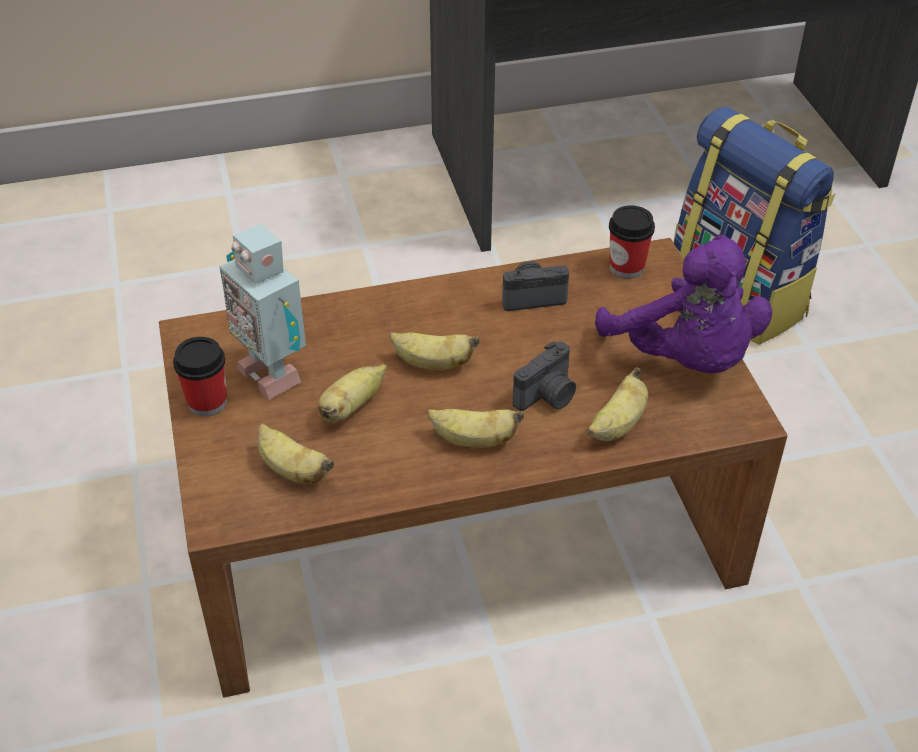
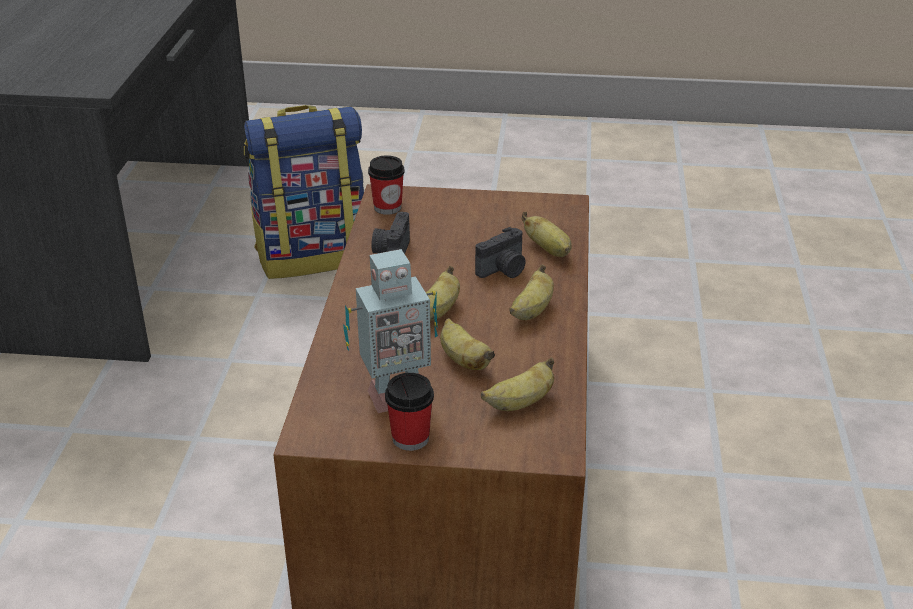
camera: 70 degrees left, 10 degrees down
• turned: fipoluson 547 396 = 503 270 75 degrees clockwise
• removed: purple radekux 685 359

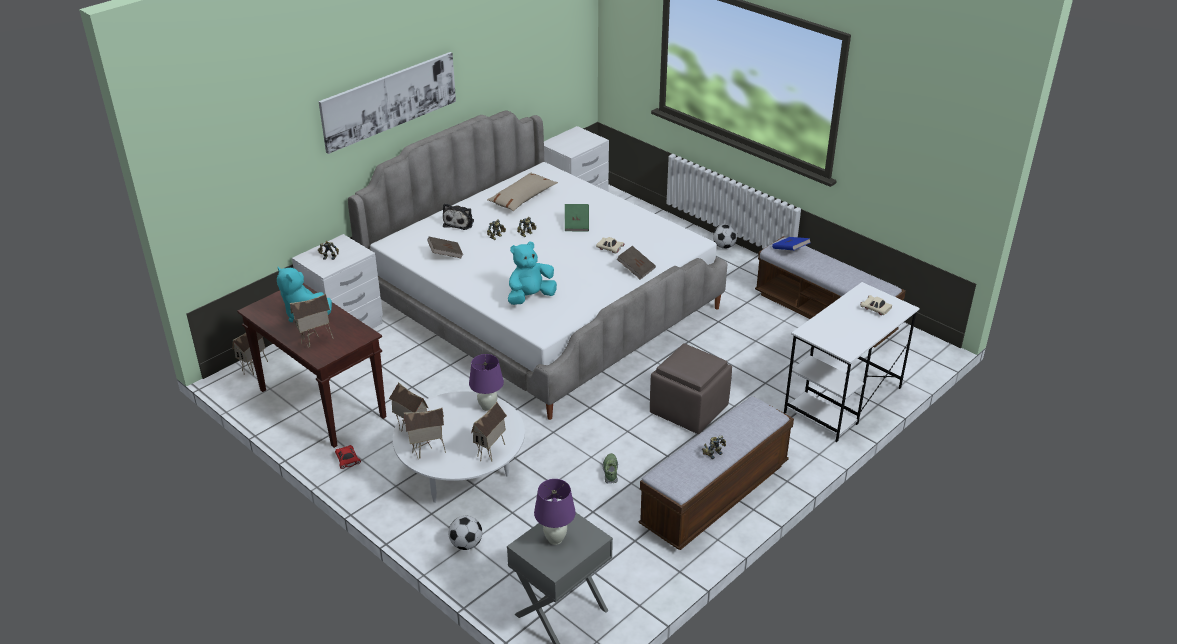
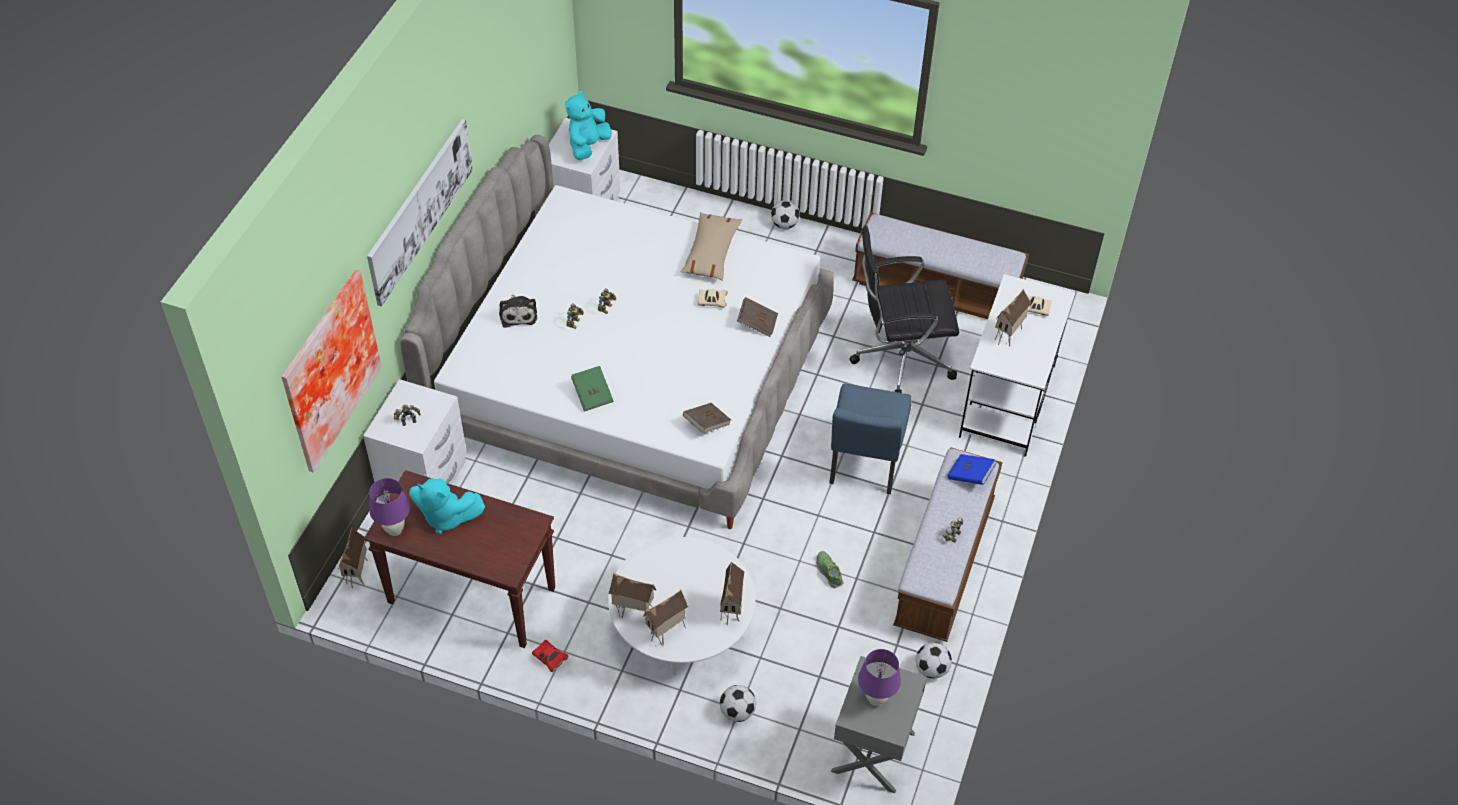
camera: 25 degrees left, 15 degrees up
• added: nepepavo 327 369
• moved: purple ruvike 488 407 to 395 530
• moved: turquoise radekux 530 297 to 588 146
• moved: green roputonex 576 224 to 592 395
• moved: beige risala 522 198 to 711 252
• moved: brown roputonex 445 254 to 706 424
• replaced: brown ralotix 688 410 to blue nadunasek 864 466
• added: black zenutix 900 358
• added: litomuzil 931 669
• moved: blue roputonex 790 250 to 970 476
• moved: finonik 316 341 to 1008 337

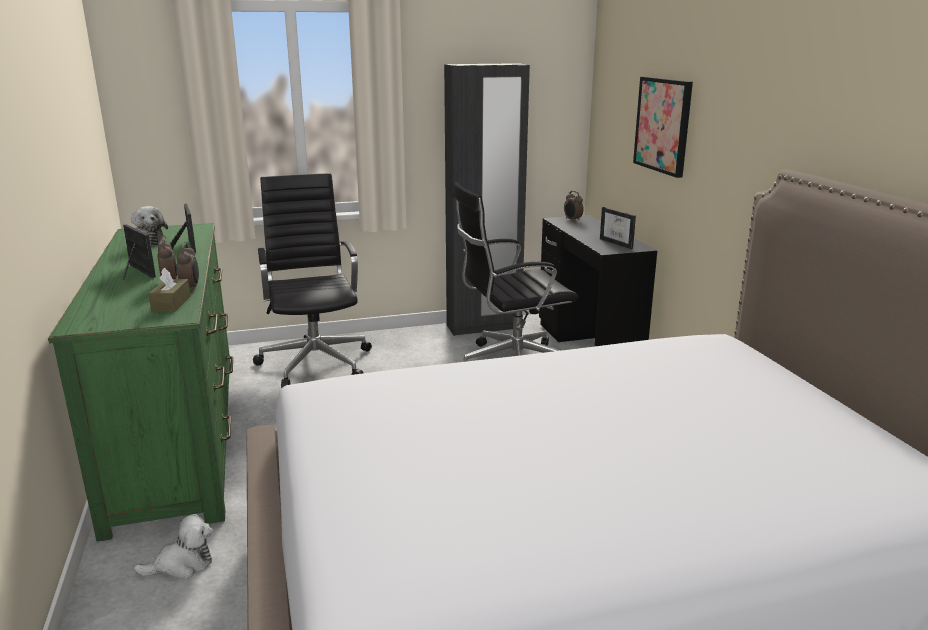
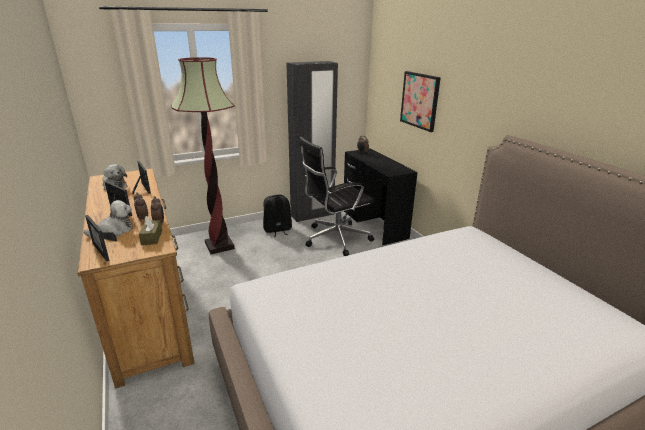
camera: 10 degrees left, 5 degrees up
• recoloured: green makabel 177 436 to brown makabel 147 306
• moved: radekux 182 564 to 114 230
• moved: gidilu 620 243 to 106 250
• replaced: black zenutix 315 362 to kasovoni 219 246
• added: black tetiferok 277 230

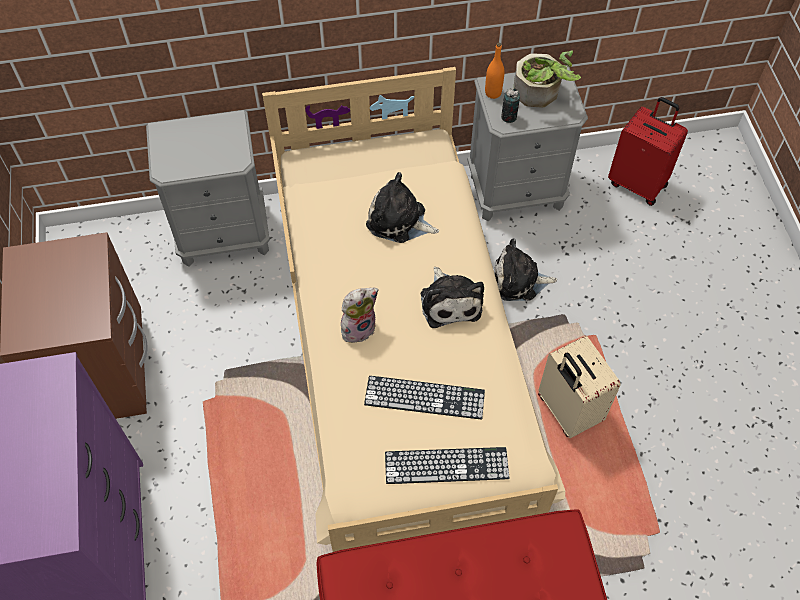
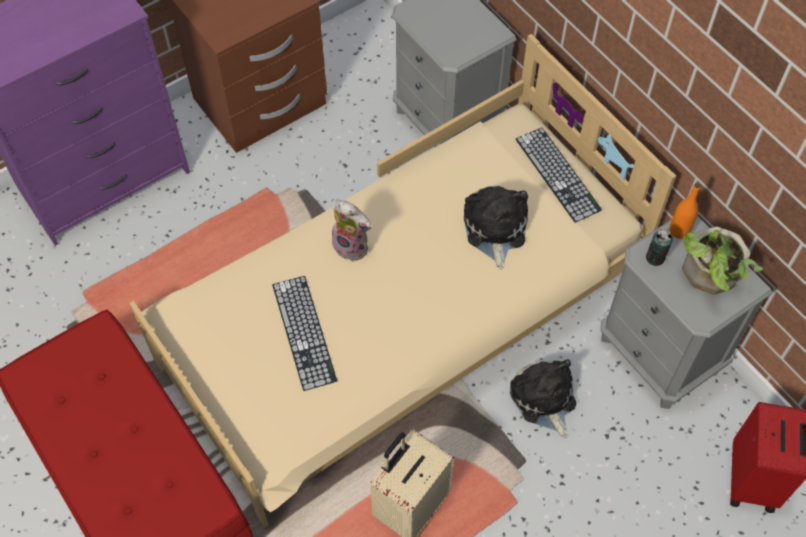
camera: 65 degrees right, 0 degrees up
• moved: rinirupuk 446 465 to 558 174
• removed: radekux 450 301

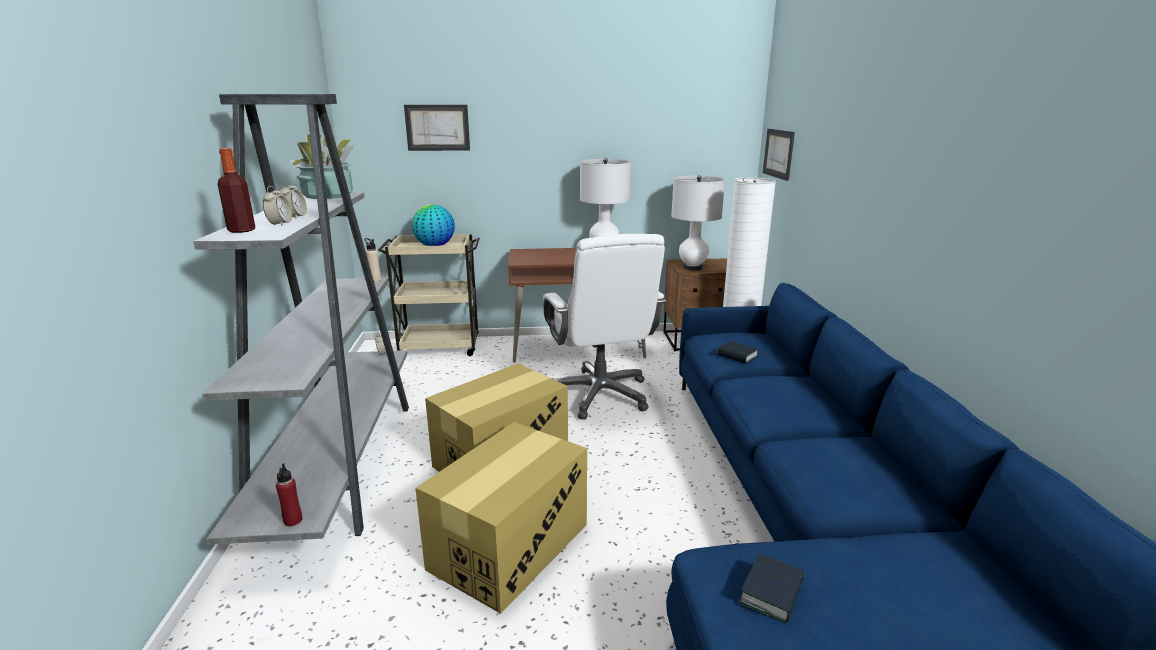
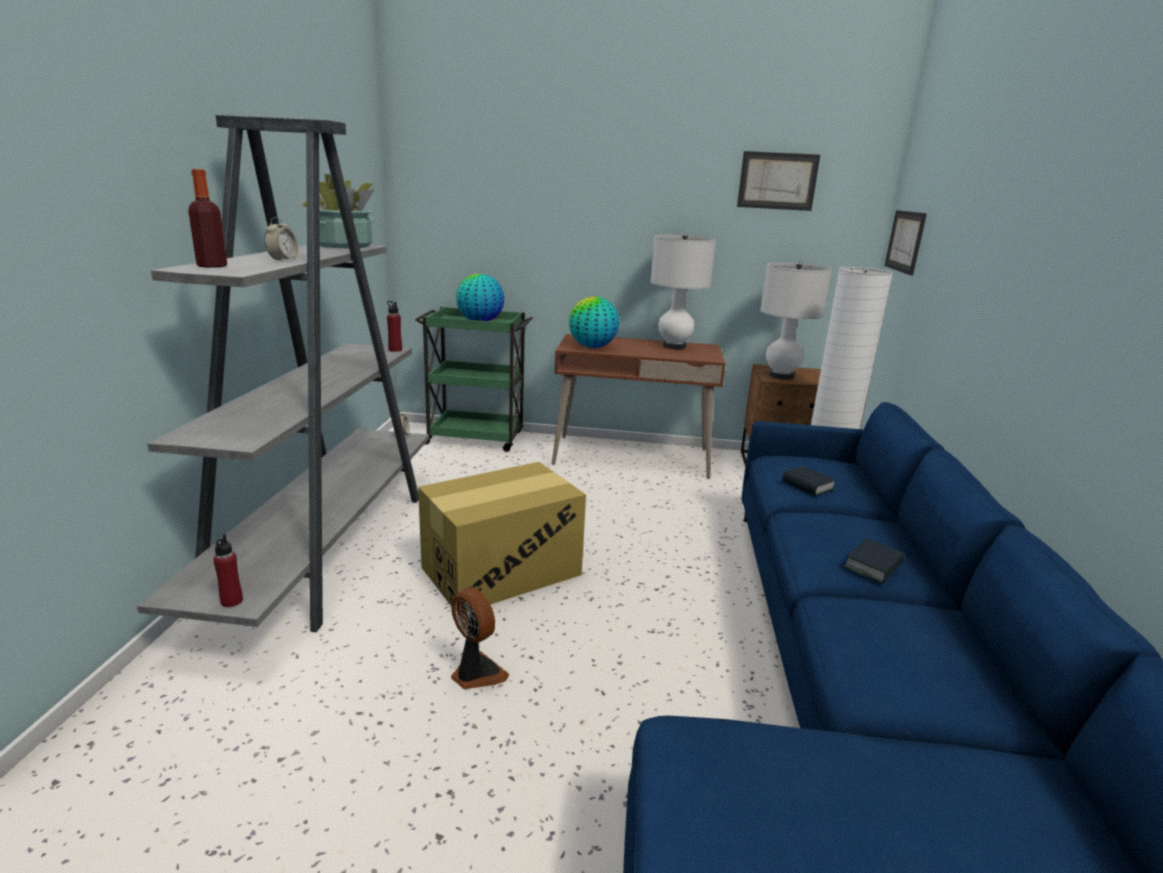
camera: 10 degrees right, 0 degrees up
• recoloured: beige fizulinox 375 280 to red fizulinox 395 350
• recoloured: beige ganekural 440 347 to green ganekural 476 438
• replaced: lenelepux 509 546 to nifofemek 476 673
• added: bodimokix 592 347
• moved: nepepavo 437 127 to 777 181
• moved: roputonex 772 593 to 873 566
• removed: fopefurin 280 224
• removed: white zenutix 600 394

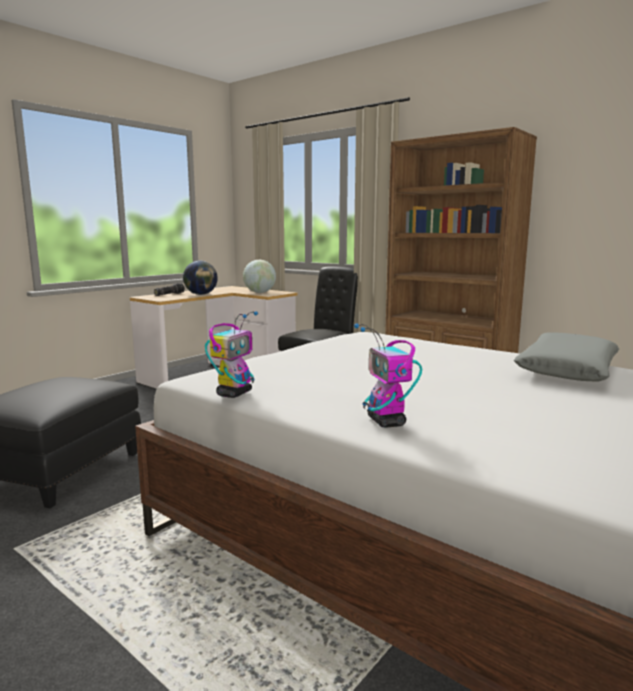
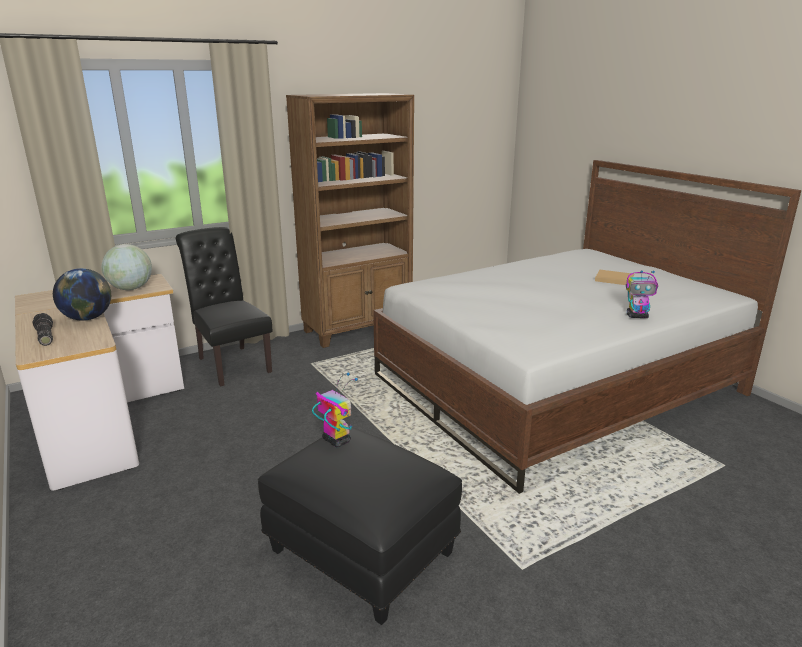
camera: 70 degrees left, 10 degrees up
• moved: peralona 234 393 to 336 440
• added: beige roputonex 613 279
• removed: grey risala 567 370

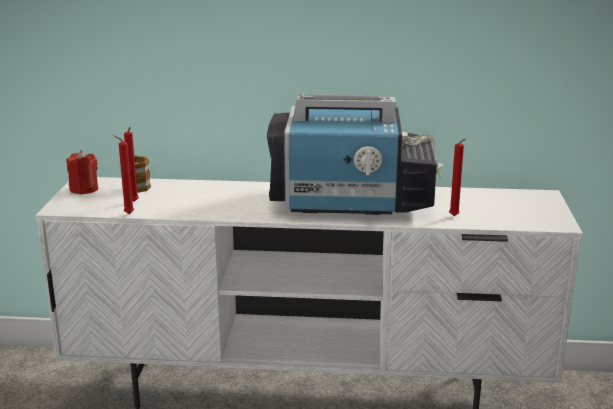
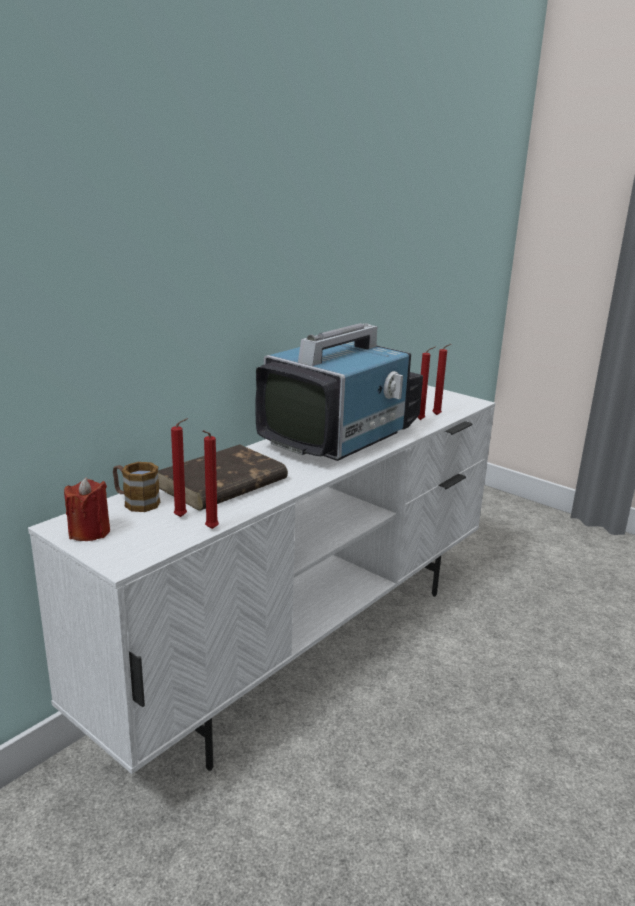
camera: 55 degrees left, 0 degrees up
• added: brown roputonex 221 484
• added: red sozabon 438 415

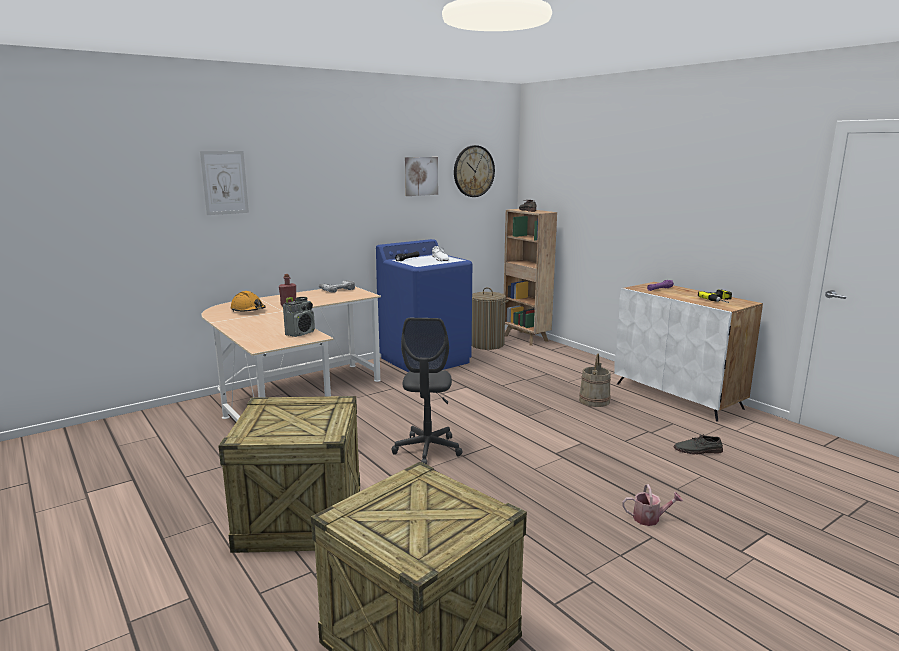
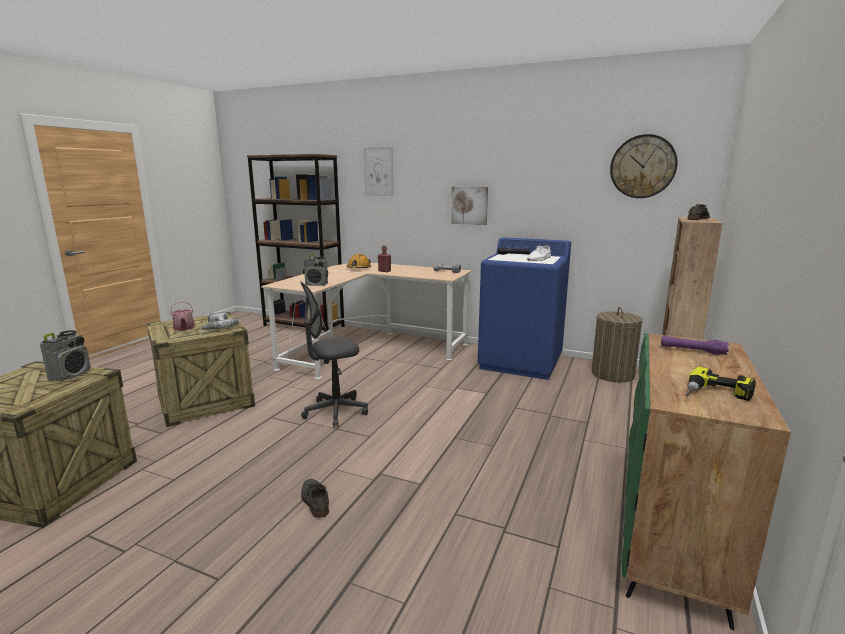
camera: 60 degrees right, 0 degrees up
• added: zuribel 71 375
• moved: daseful 650 518 to 184 328
• added: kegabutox 216 326
• added: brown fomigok 304 326
• moved: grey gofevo 698 450 to 314 500
• moved: nepepavo 420 176 to 469 205
• recoloured: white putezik 678 396 to green putezik 673 536
• removed: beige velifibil 594 401

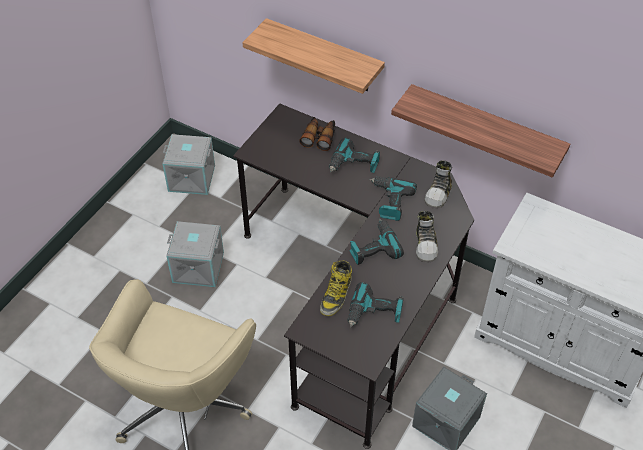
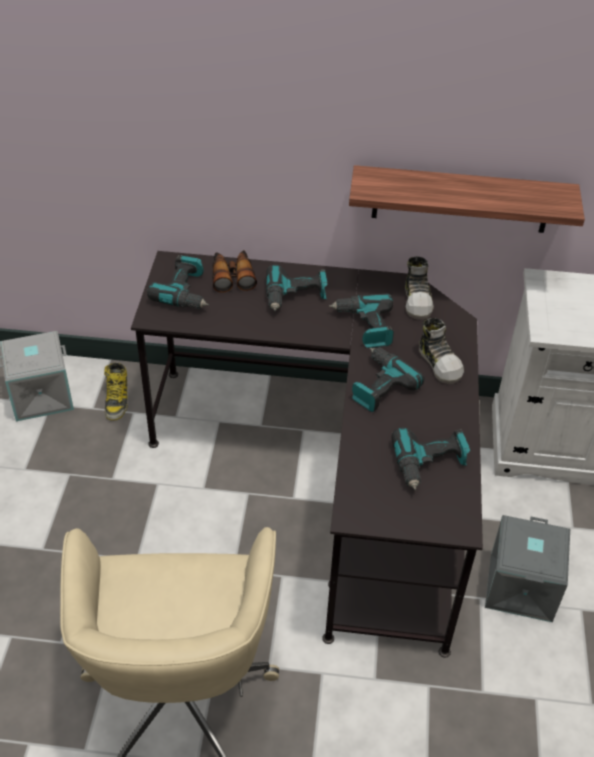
camera: 25 degrees left, 5 degrees down
• moved: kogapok 336 294 to 117 399
• added: kegabutox 185 292
• removed: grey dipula 199 266
• removed: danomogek 324 56

